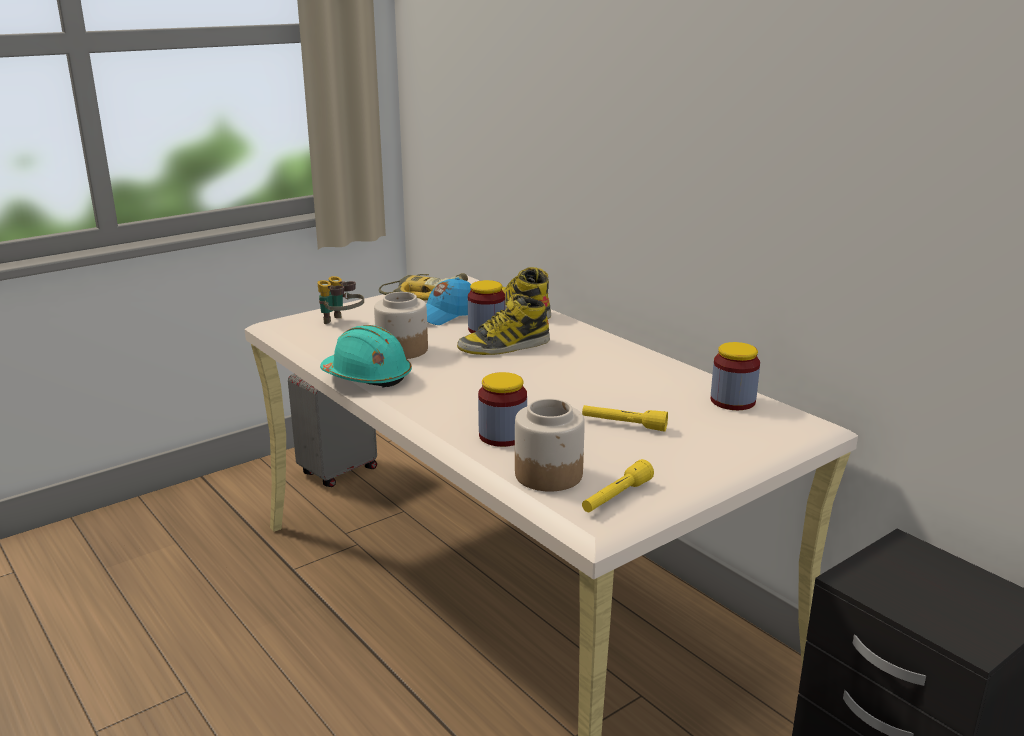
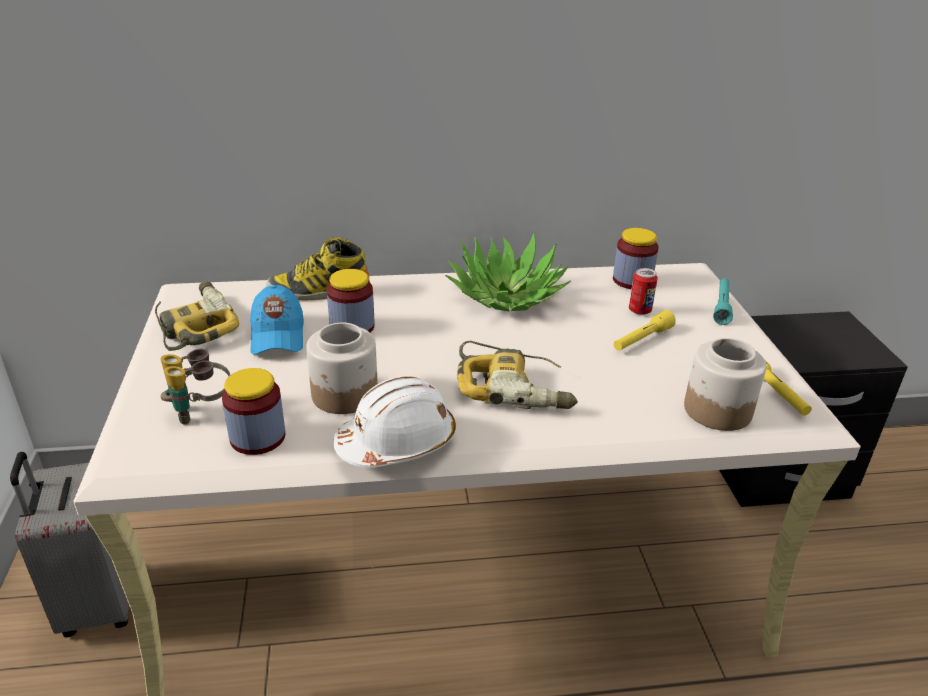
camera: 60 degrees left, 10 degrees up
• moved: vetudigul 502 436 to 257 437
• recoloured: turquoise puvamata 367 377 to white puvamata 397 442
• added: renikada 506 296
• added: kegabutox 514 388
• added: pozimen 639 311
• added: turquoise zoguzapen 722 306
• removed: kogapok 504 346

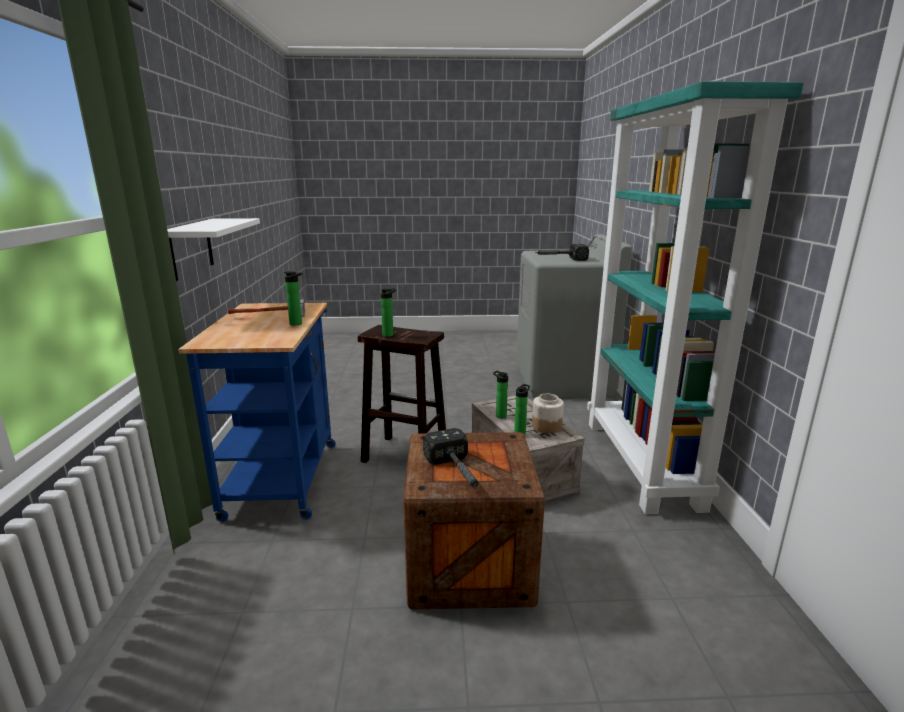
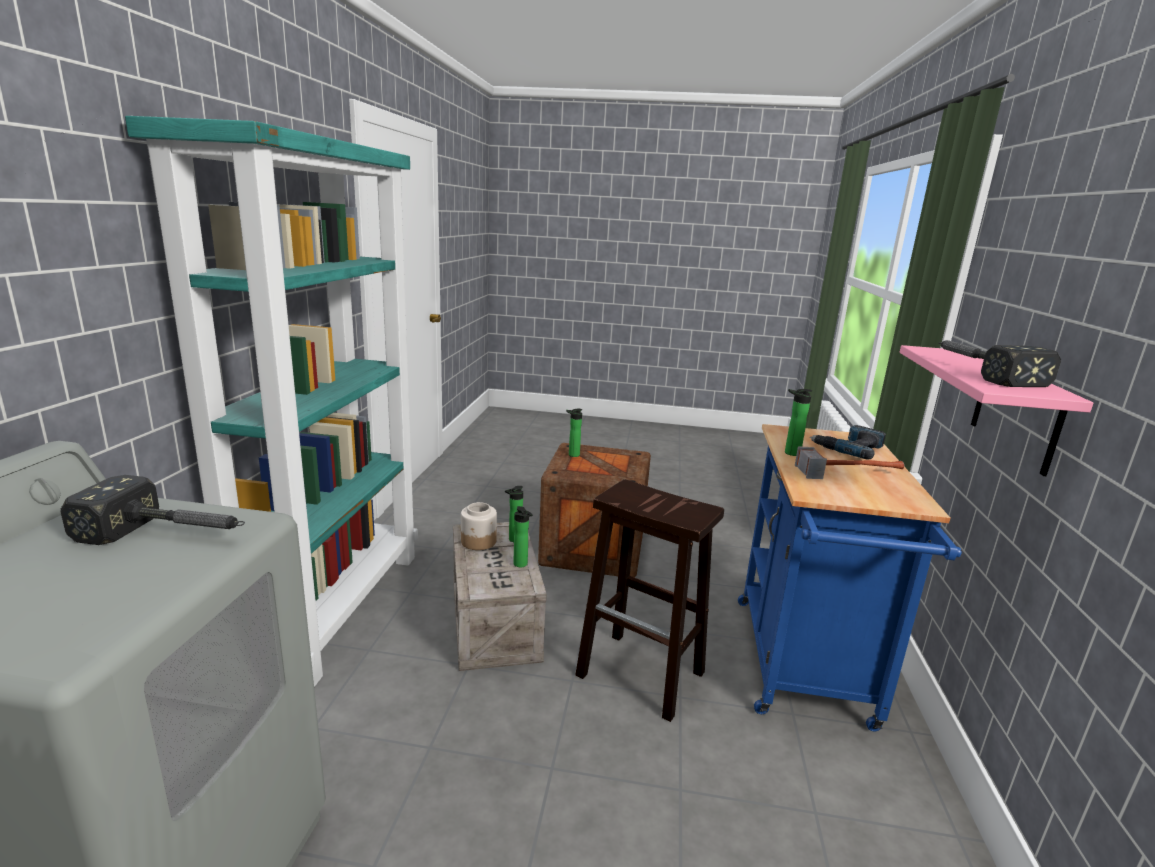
camera: 170 degrees left, 0 degrees up
• moved: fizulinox 389 335 to 572 455
• added: kegabutox 849 448
• recoloured: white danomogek 191 248 to pink danomogek 1016 410
• moved: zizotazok 457 473 to 978 371

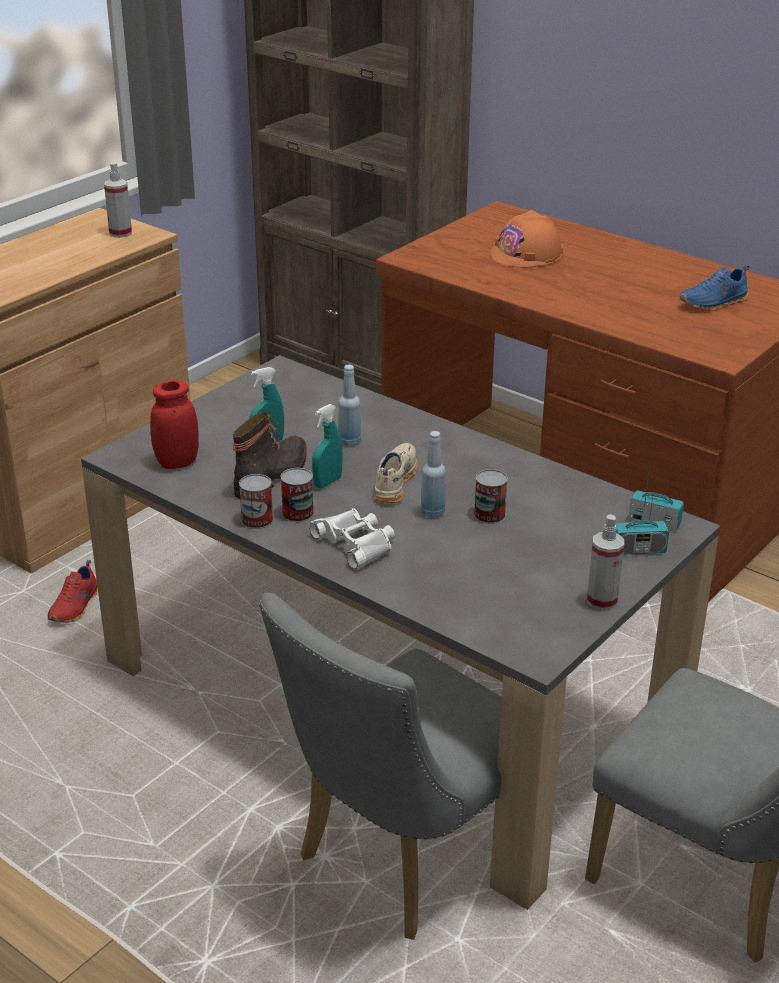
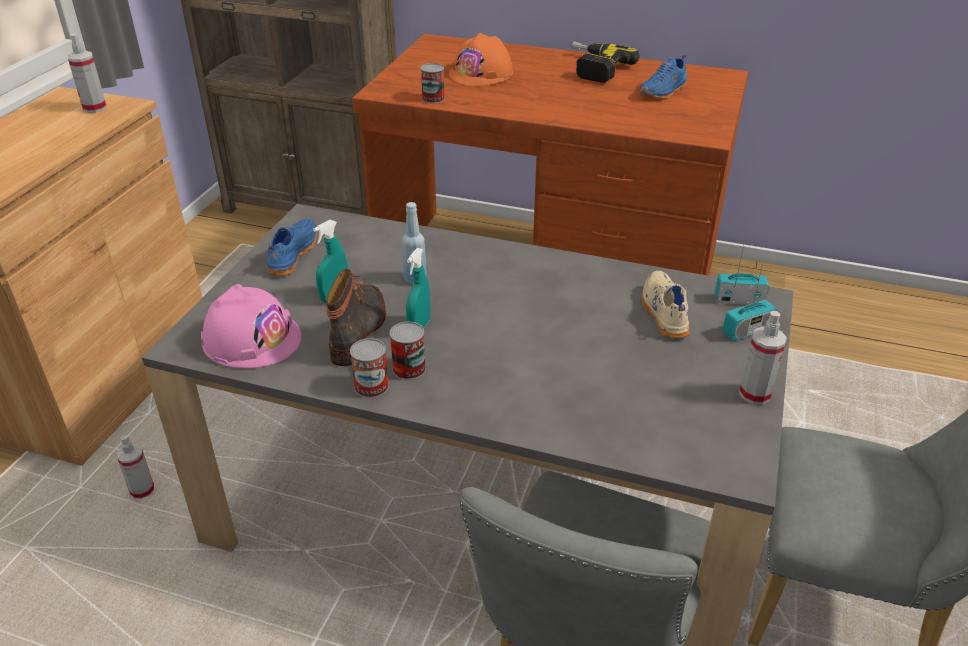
camera: 20 degrees left, 5 degrees up
• replaced: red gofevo 76 607 to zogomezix 142 491
• replaced: red vetudigul 177 462 to pink puvamata 252 339
• added: blue gofevo 291 255
• moved: pozimen 489 515 to 433 98
• added: kegabutox 593 68
• moved: beige gofevo 393 482 to 663 313
• removed: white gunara 356 543
• removed: blue fizulinox 433 512

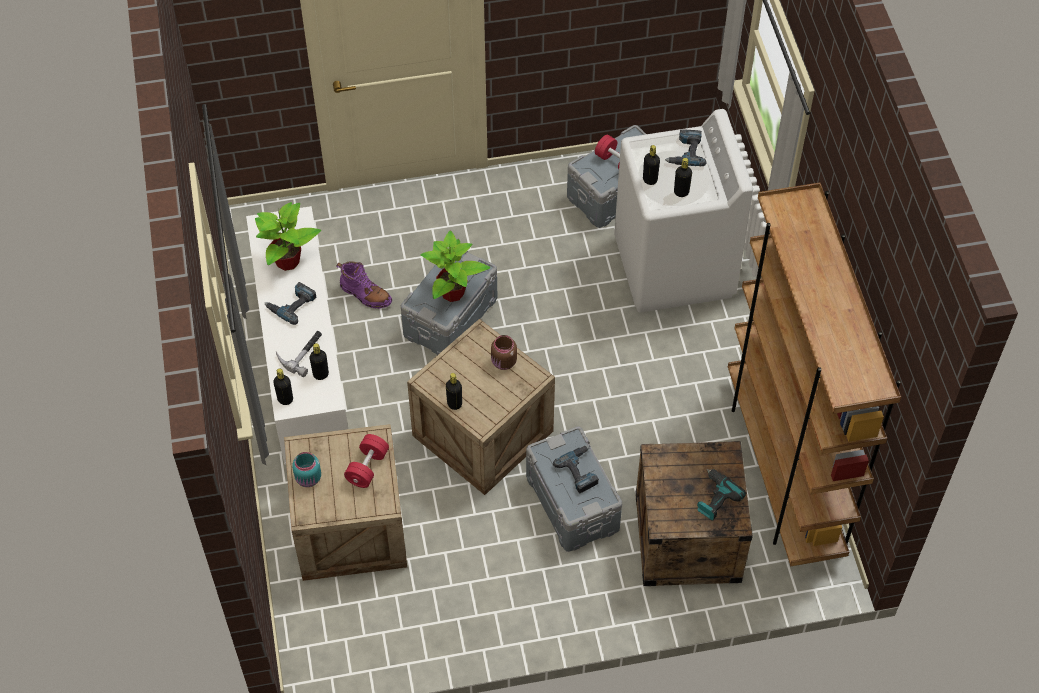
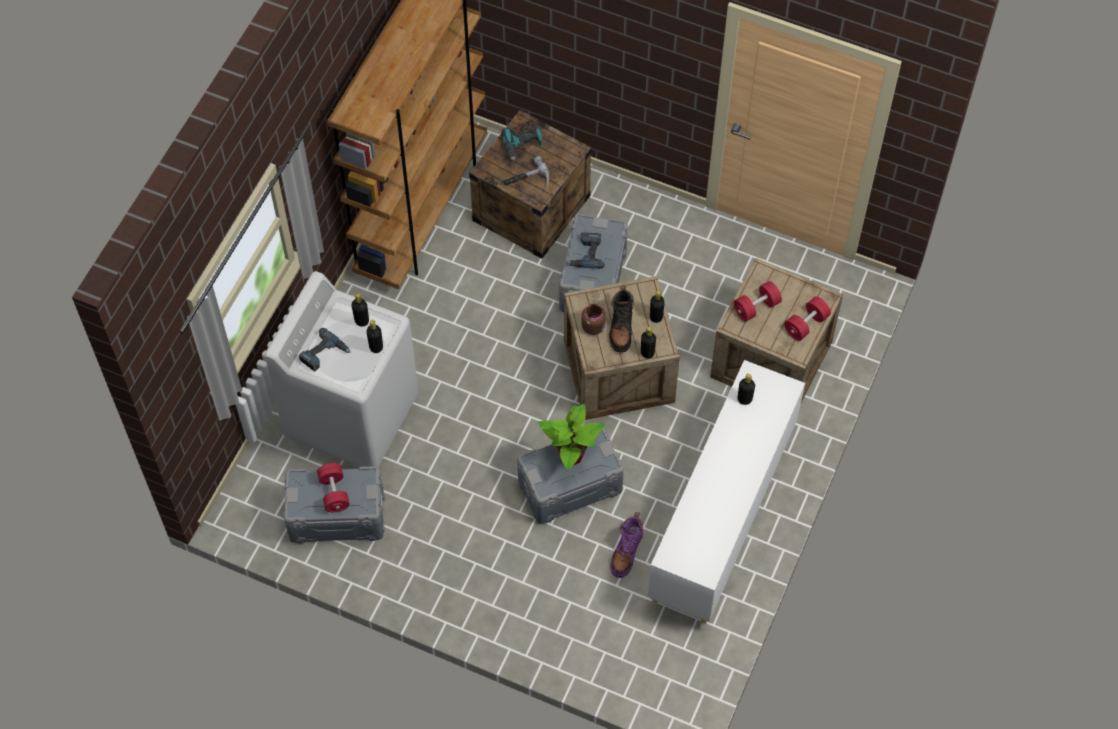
camera: 145 degrees left, 5 degrees up
• moved: zizotazok 301 352 to 527 180
• added: black kogapok 621 328
• turned: purple kogapok 365 294 = 626 552 135 degrees counterclockwise
• moved: black fizulinox 285 399 to 647 353
• replaced: turquoise vetudigul 309 479 to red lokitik 806 324
• removed: renikada 288 260
• removed: kegabutox 291 304

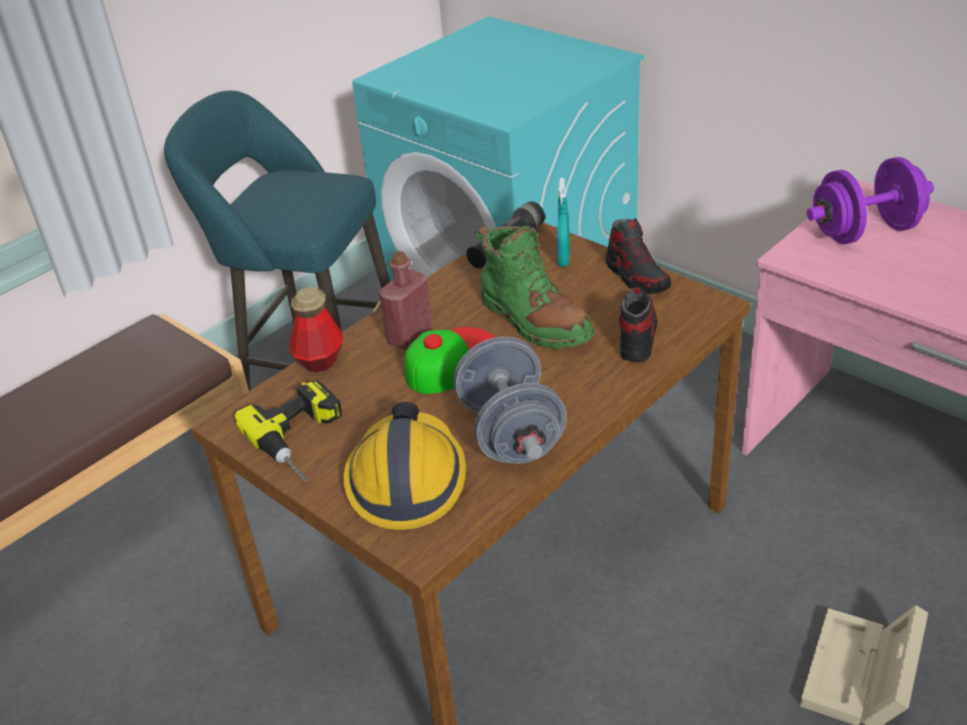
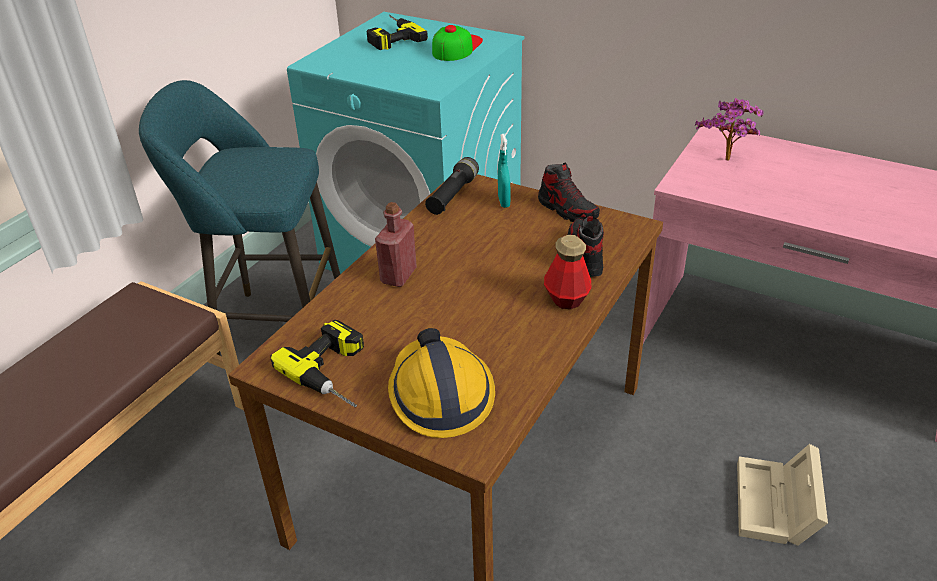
camera: 15 degrees left, 0 degrees up
• added: kegabutox 390 36
• moved: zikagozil 450 359 to 456 47
• moved: fizulinox 320 360 to 566 299
• replaced: purple lokitik 865 232 to renikada 726 162
• removed: grey lokitik 511 433
• removed: green kogapok 534 321

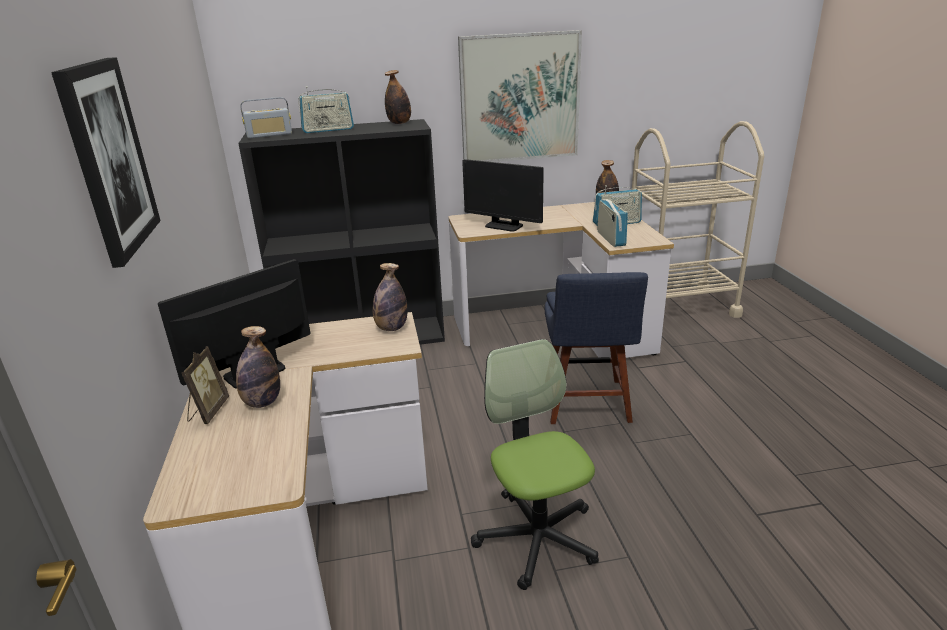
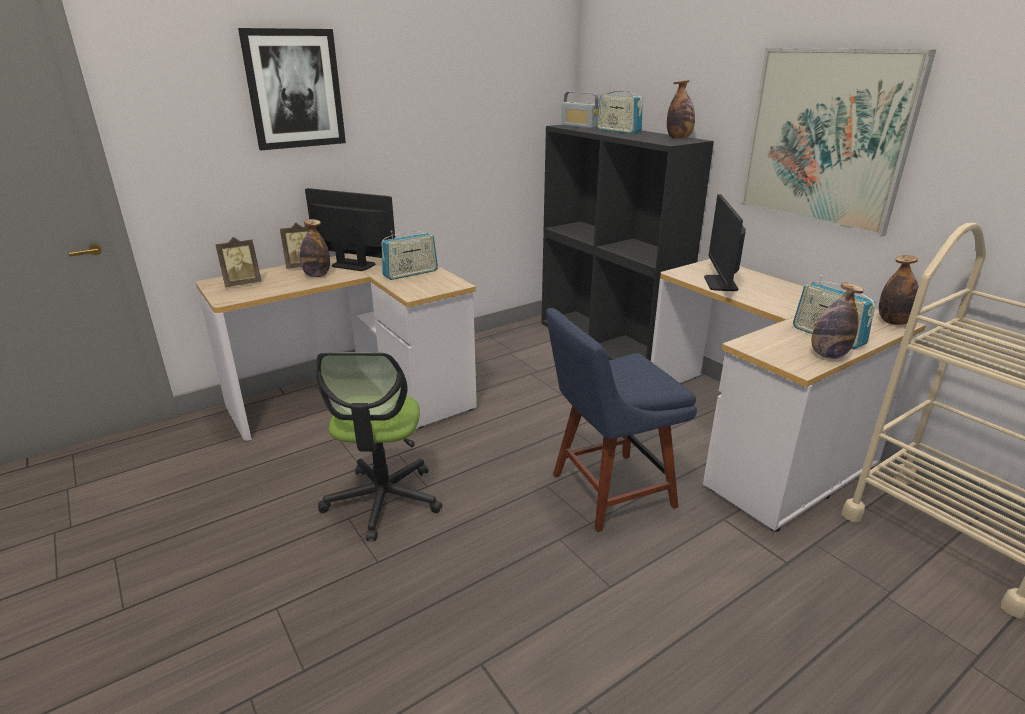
camera: 65 degrees right, 0 degrees up
• added: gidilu 242 283
• turned: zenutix 537 538 = 383 500 135 degrees clockwise
• moved: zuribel 611 238 to 410 273
• moved: fizulinox 391 328 to 828 355

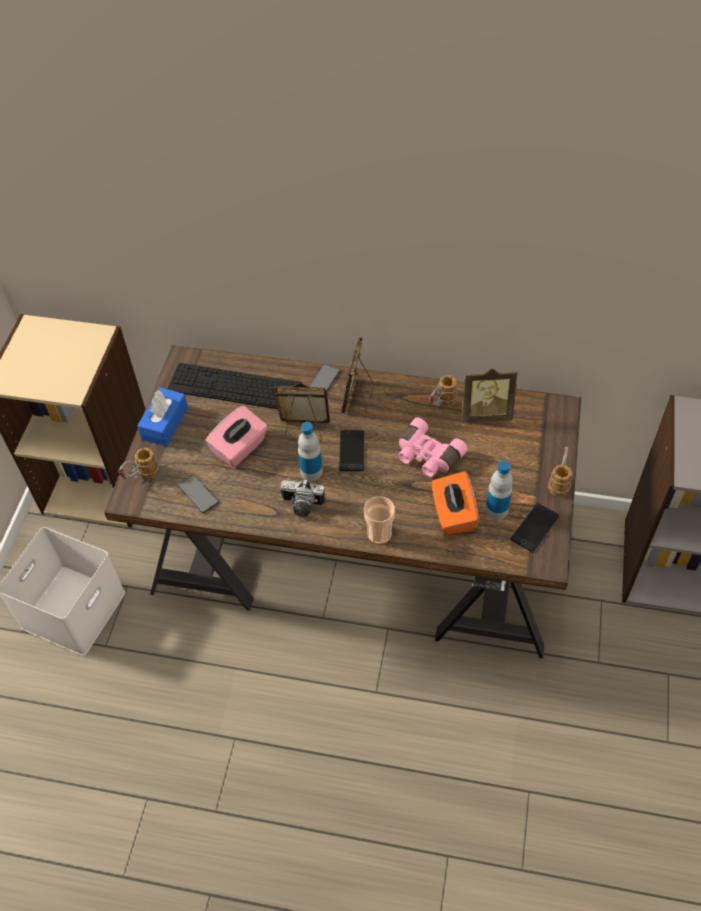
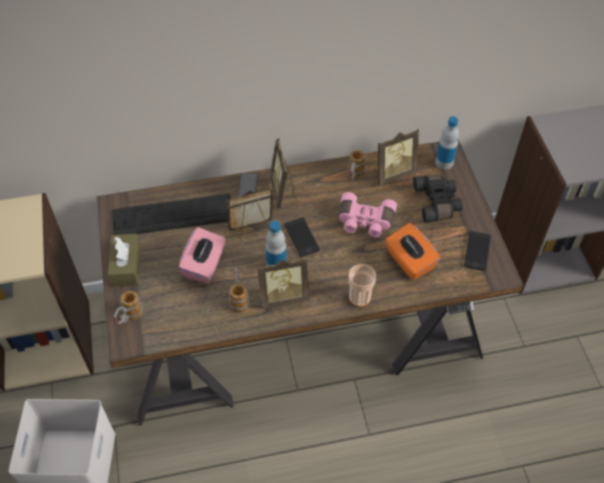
camera: 25 degrees left, 0 degrees up
• recoloured: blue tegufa 165 423 to brown tegufa 126 266
• moved: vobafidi 559 480 to 238 297
• replaced: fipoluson 301 506 to gidilu 283 296
• added: black gunara 437 203
• moved: fizulinox 496 509 to 444 162
• removed: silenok 198 494

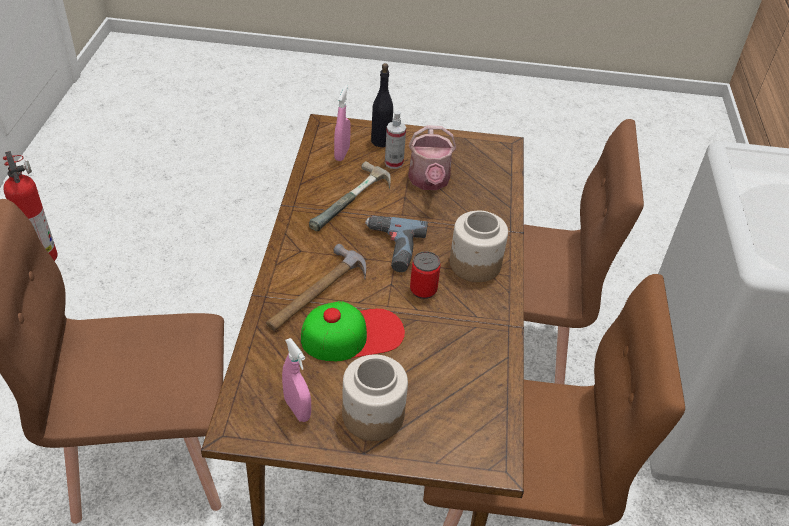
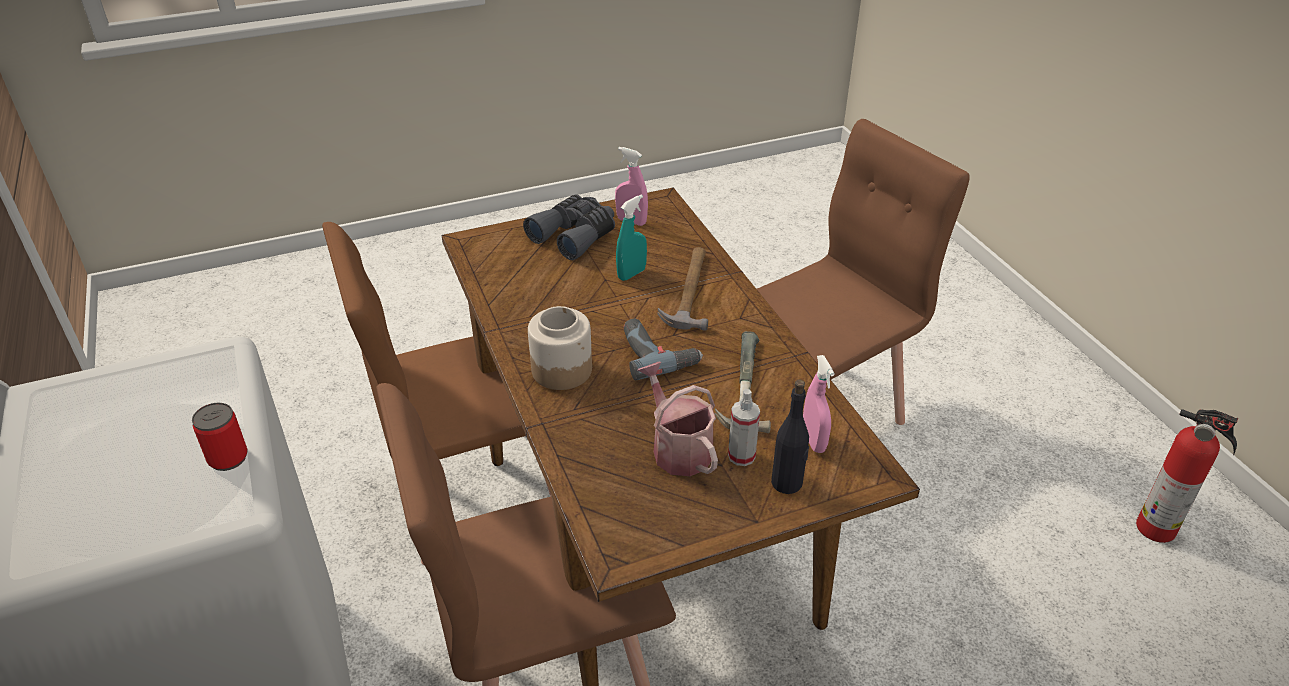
camera: 155 degrees right, 5 degrees down
• moved: pozimen 423 290 to 228 458
• replaced: vetudigul 372 414 to grey gunara 575 235
• replaced: zikagozil 353 334 to turquoise zogomezix 631 274

